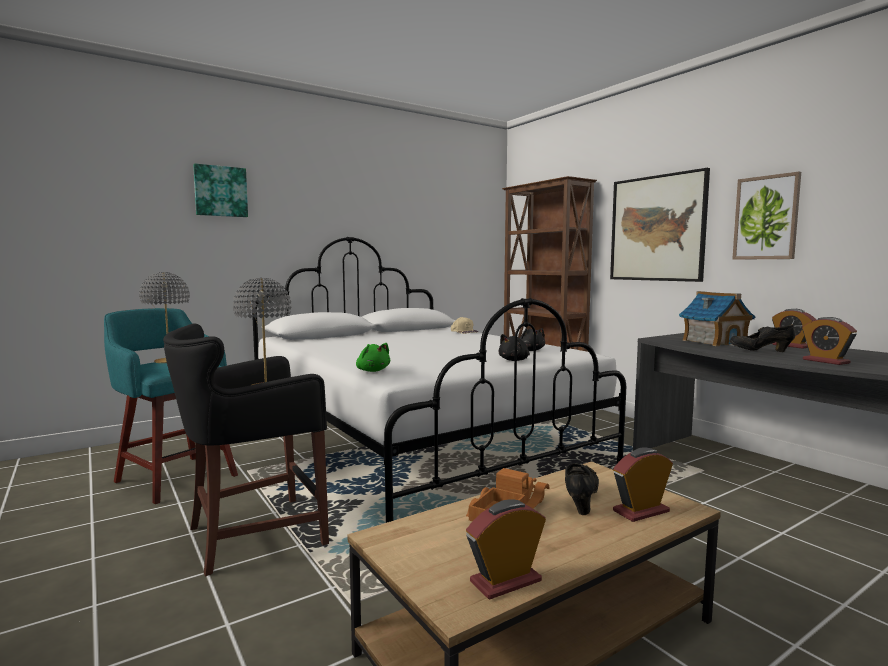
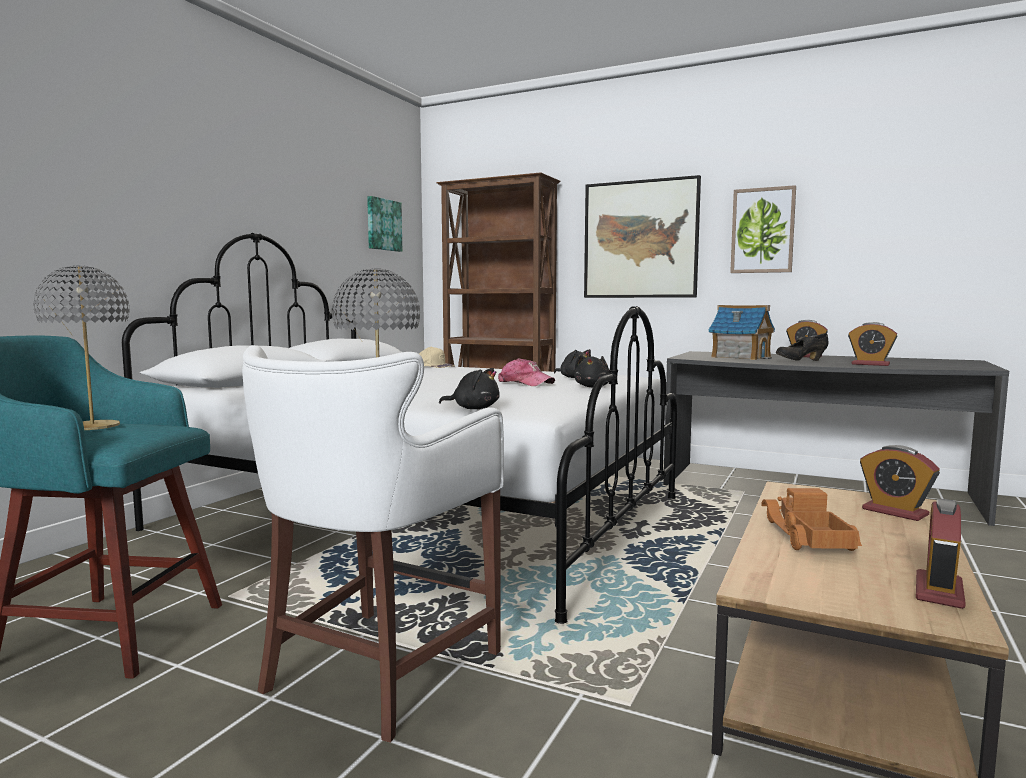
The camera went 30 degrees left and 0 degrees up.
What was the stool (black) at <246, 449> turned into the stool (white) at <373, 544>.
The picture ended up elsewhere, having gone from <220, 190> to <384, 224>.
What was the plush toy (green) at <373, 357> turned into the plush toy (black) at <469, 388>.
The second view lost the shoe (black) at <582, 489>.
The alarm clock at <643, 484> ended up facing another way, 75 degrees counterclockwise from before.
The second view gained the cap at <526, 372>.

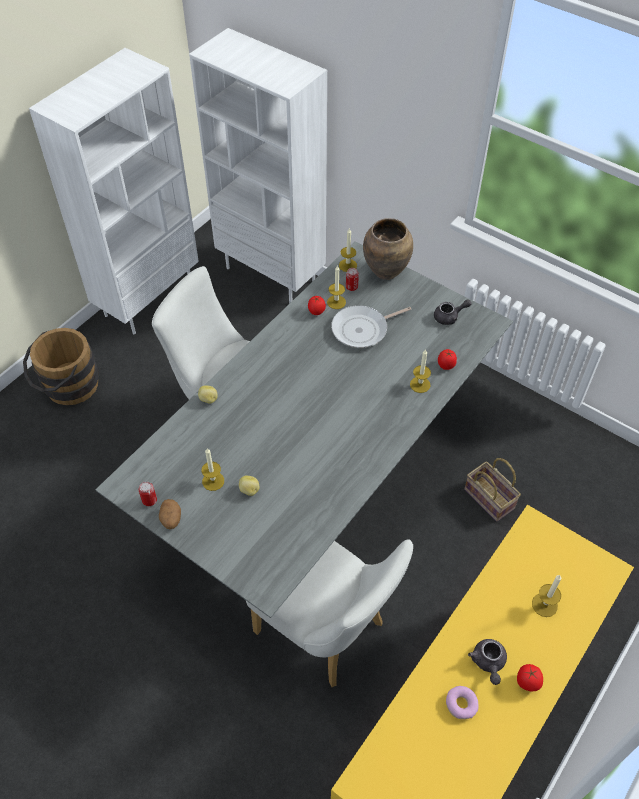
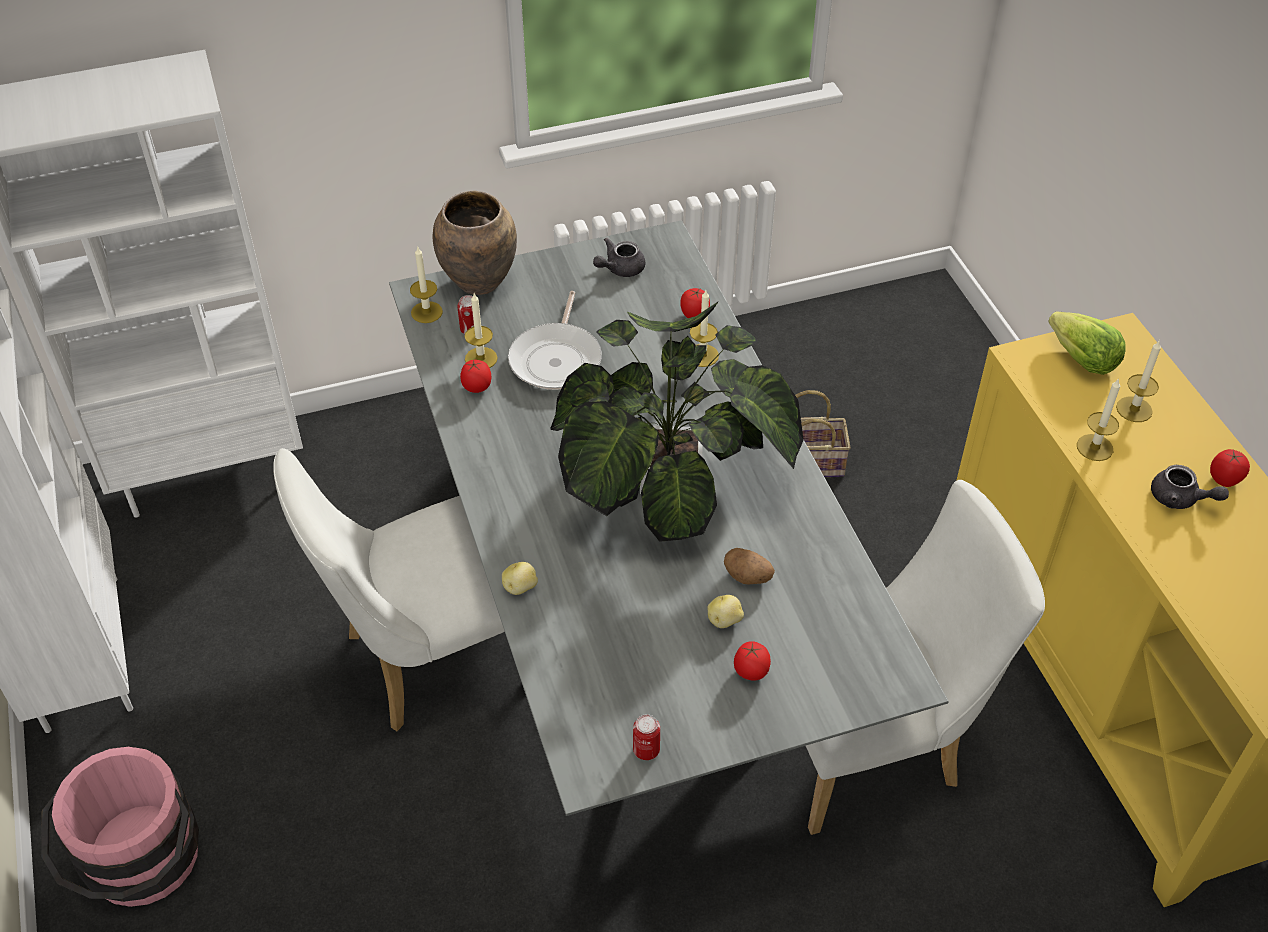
The camera went 55 degrees left and 5 degrees down.
What was the bucket (brown) at <61, 366> turned into the bucket (pink) at <120, 827>.
The potato ended up elsewhere, having gone from <170, 514> to <749, 566>.
The candle ended up elsewhere, having gone from <213, 469> to <1098, 419>.
The teapot (grey) at <453, 312> ended up facing another way, 150 degrees counterclockwise from before.
The second view lost the donut at <462, 702>.
The second view gained the potted plant at <677, 422>.
The second view gained the tomato at <752, 661>.
The second view gained the lettuce at <1087, 343>.

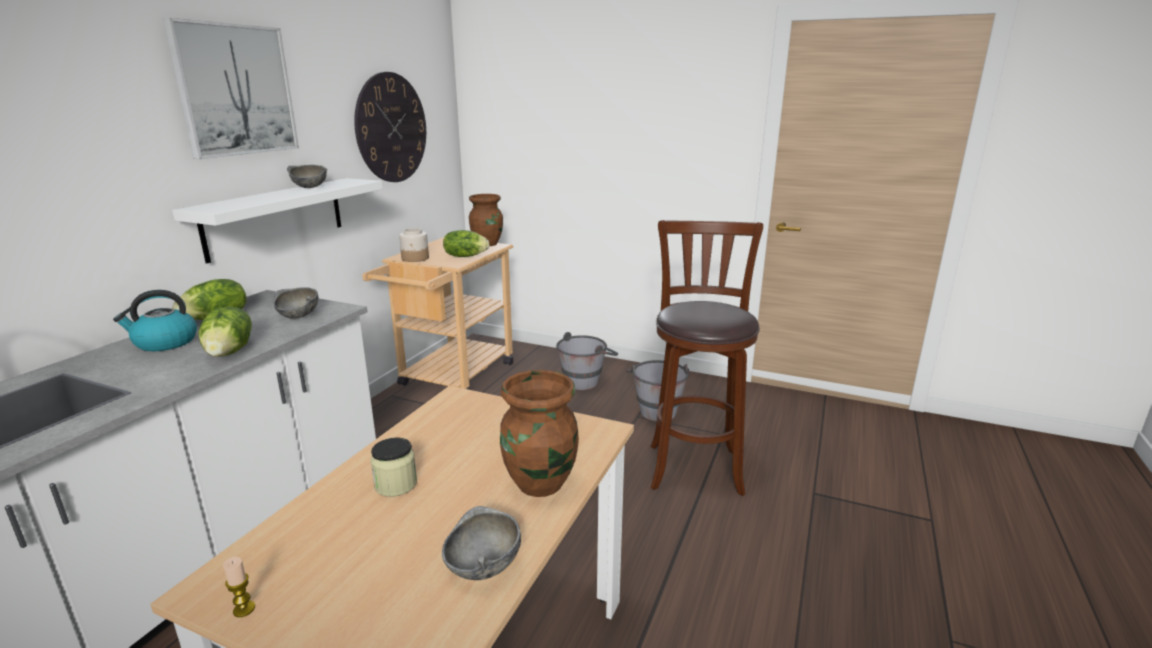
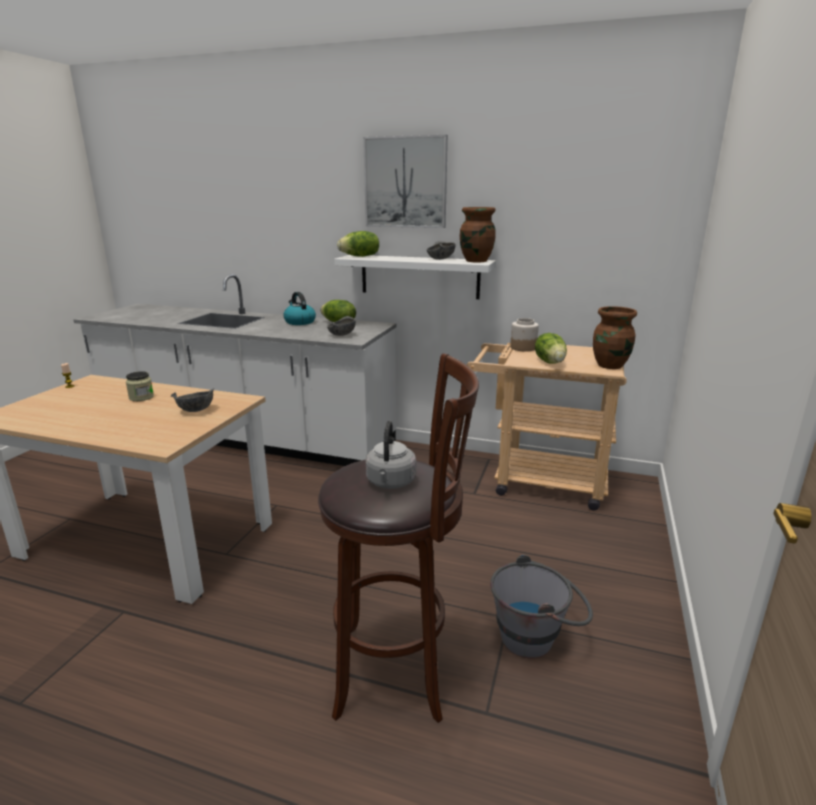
The camera went 85 degrees right and 0 degrees up.
The lettuce ended up elsewhere, having gone from <225, 332> to <358, 244>.
The second view lost the wall clock at <390, 127>.
The bowl (grey) ended up elsewhere, having gone from <481, 543> to <192, 400>.
The vase (brown) ended up elsewhere, having gone from <539, 433> to <478, 234>.
The second view lost the bucket (grey) at <587, 361>.
The second view gained the kettle (grey) at <391, 455>.

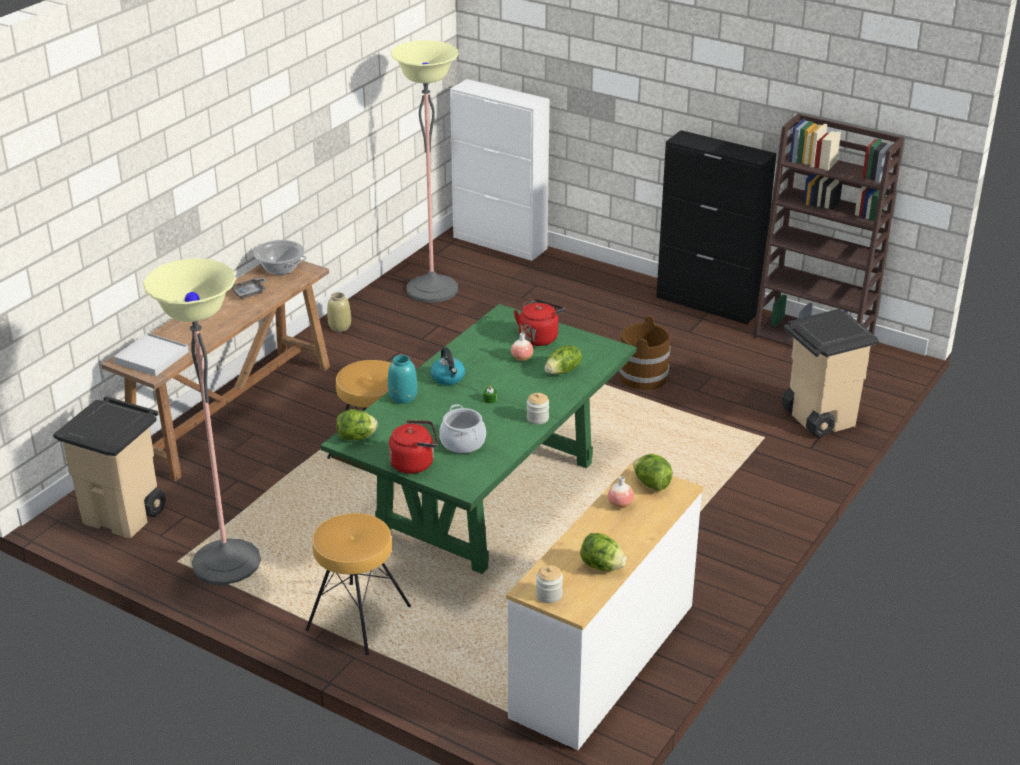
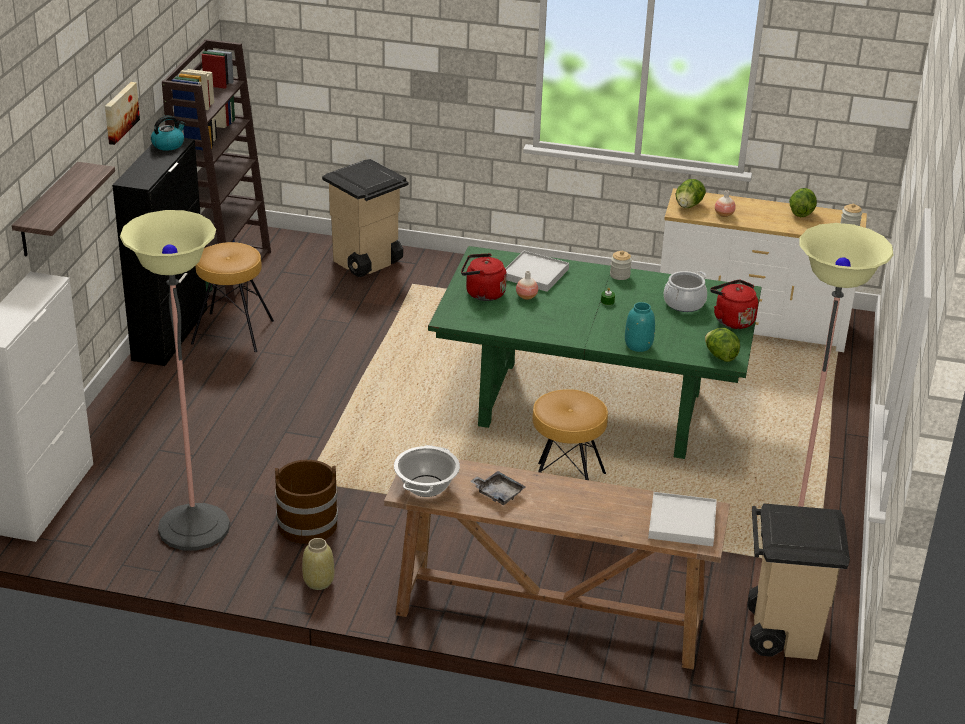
The camera went 110 degrees left and 0 degrees up.
The stool (brown) ended up elsewhere, having gone from <358, 584> to <232, 297>.
The kettle ended up elsewhere, having gone from <447, 366> to <168, 133>.
Where the lettuce stood at <563, 359>, the tray (white) came to stand at <537, 271>.
The bucket (brown) ended up elsewhere, having gone from <644, 352> to <306, 502>.
The second view gained the shelf at <63, 209>.
The second view gained the picture at <122, 113>.

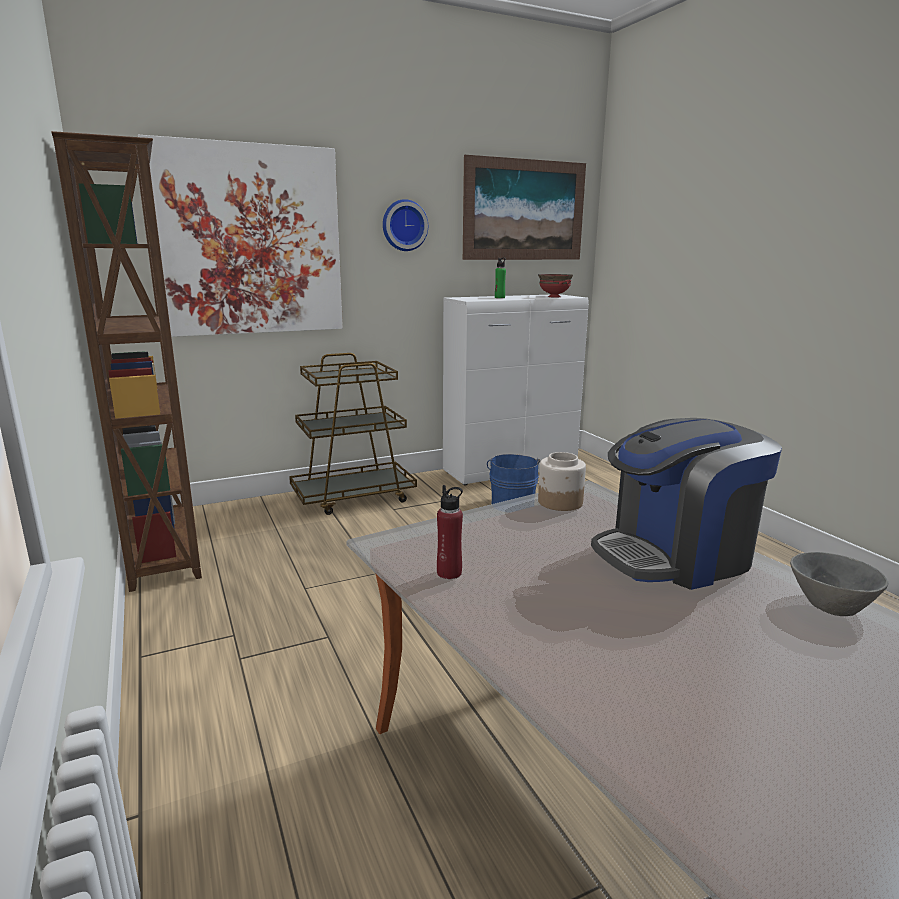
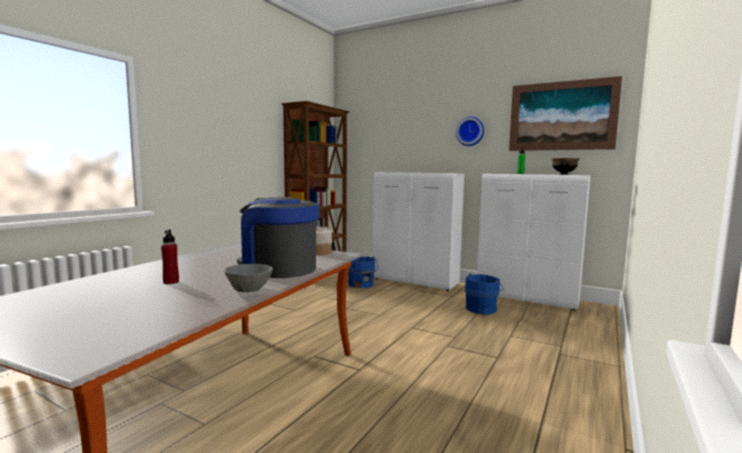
The camera went 55 degrees right and 10 degrees down.
The second view lost the picture at <240, 236>.
Where the cart (brown) stood at <353, 434>, the cabinet (white) came to stand at <418, 231>.
The bottle (red) ended up elsewhere, having gone from <450, 532> to <170, 256>.
What was the bowl (red) at <555, 286> turned into the bowl (black) at <565, 166>.
The second view gained the bucket (blue) at <363, 272>.

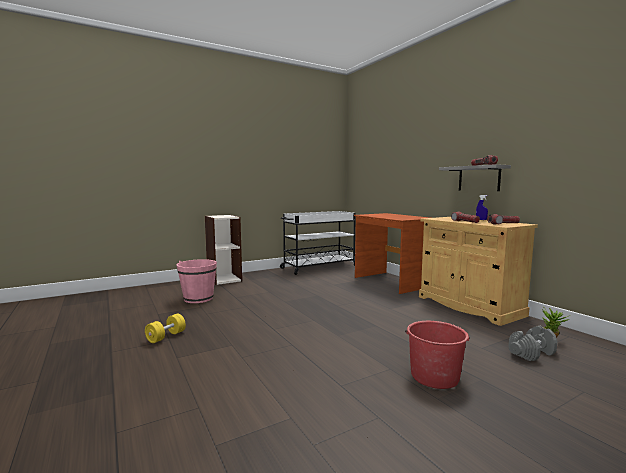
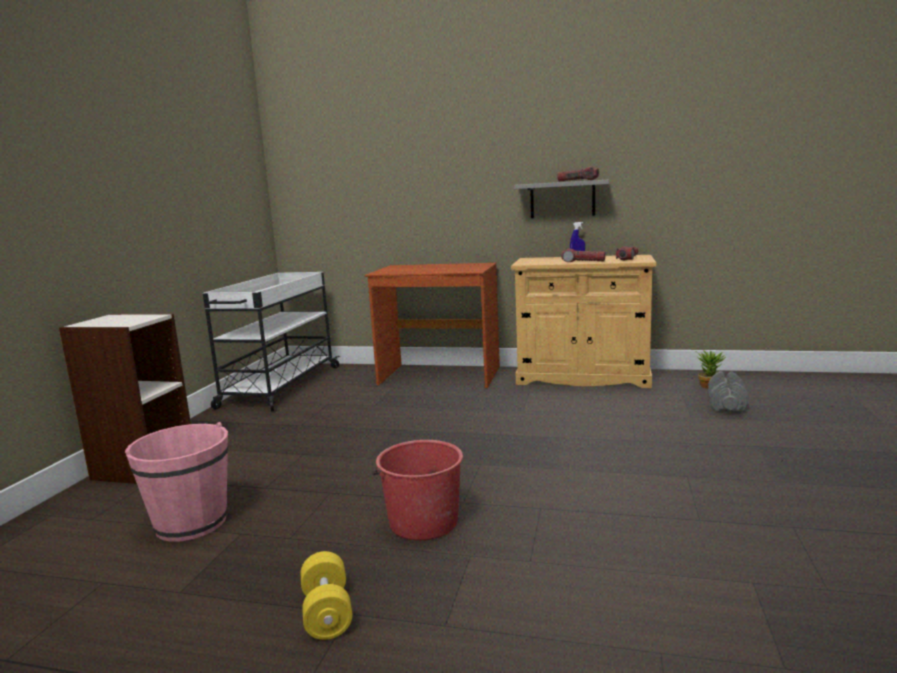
The camera went 45 degrees left and 5 degrees up.
The bucket (red) ended up elsewhere, having gone from <437, 355> to <417, 490>.

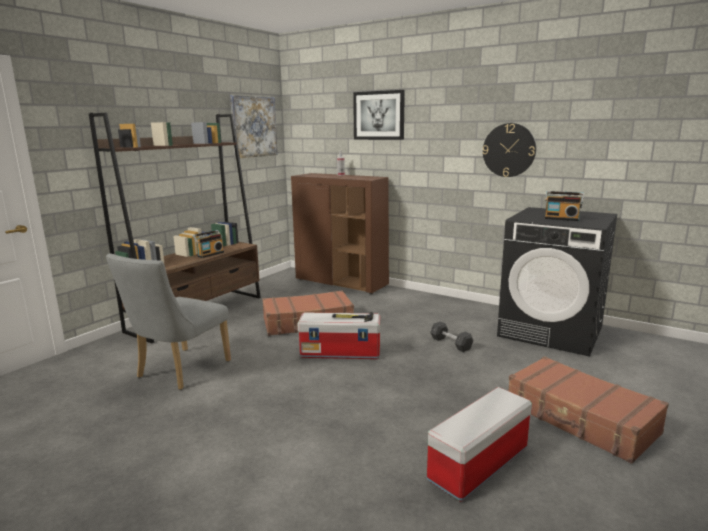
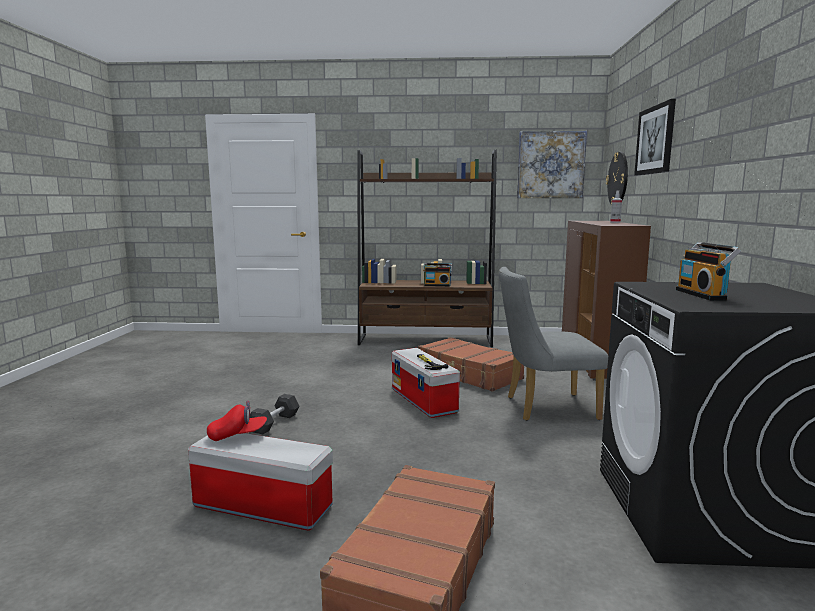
The camera went 60 degrees right and 5 degrees down.
The chair (grey) ended up elsewhere, having gone from <168, 321> to <553, 344>.
The dumbbell (grey) ended up elsewhere, having gone from <452, 336> to <274, 414>.
The wall clock ended up elsewhere, having gone from <509, 150> to <617, 179>.
The second view gained the cap (red) at <237, 421>.

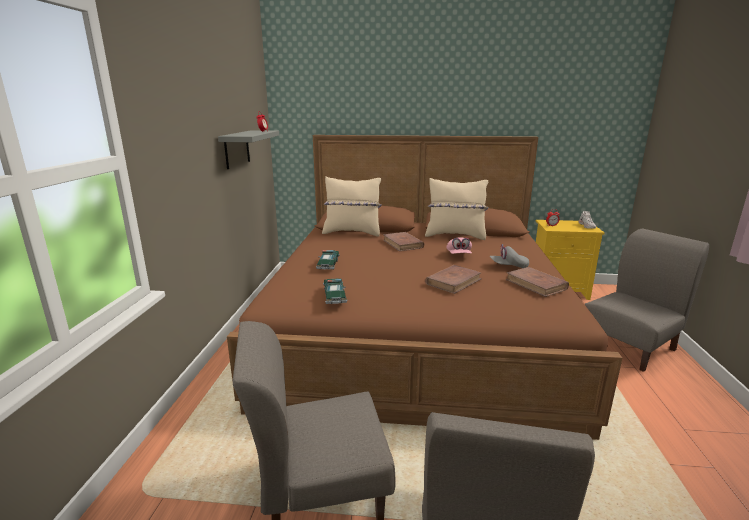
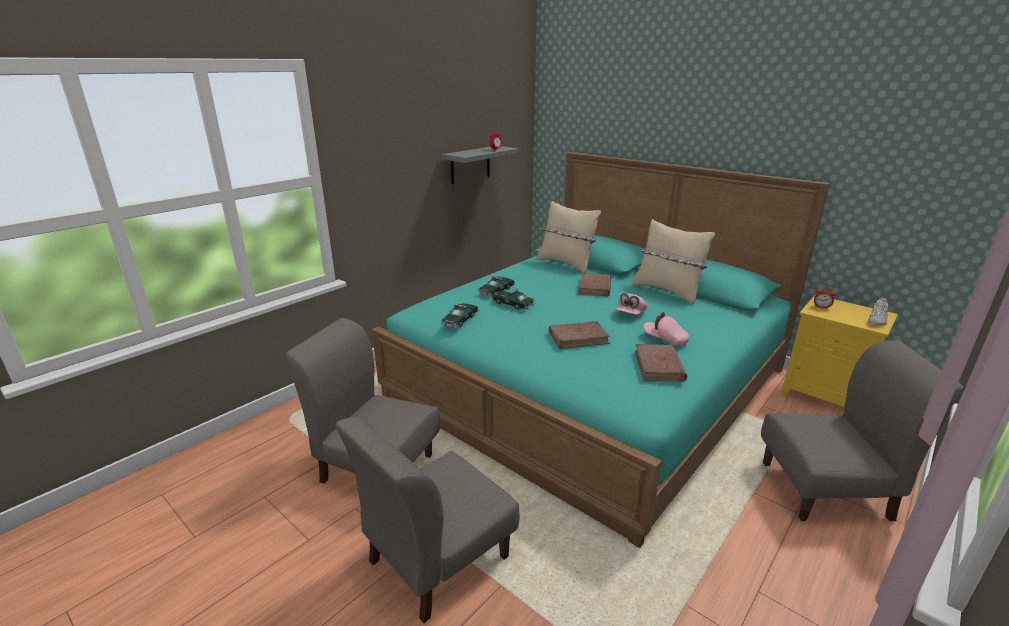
The camera went 35 degrees right and 5 degrees up.
What was the bed (brown) at <424, 287> turned into the bed (turquoise) at <601, 350>.
What was the cap (grey) at <509, 256> turned into the cap (pink) at <666, 329>.
The second view gained the toy car at <513, 299>.

